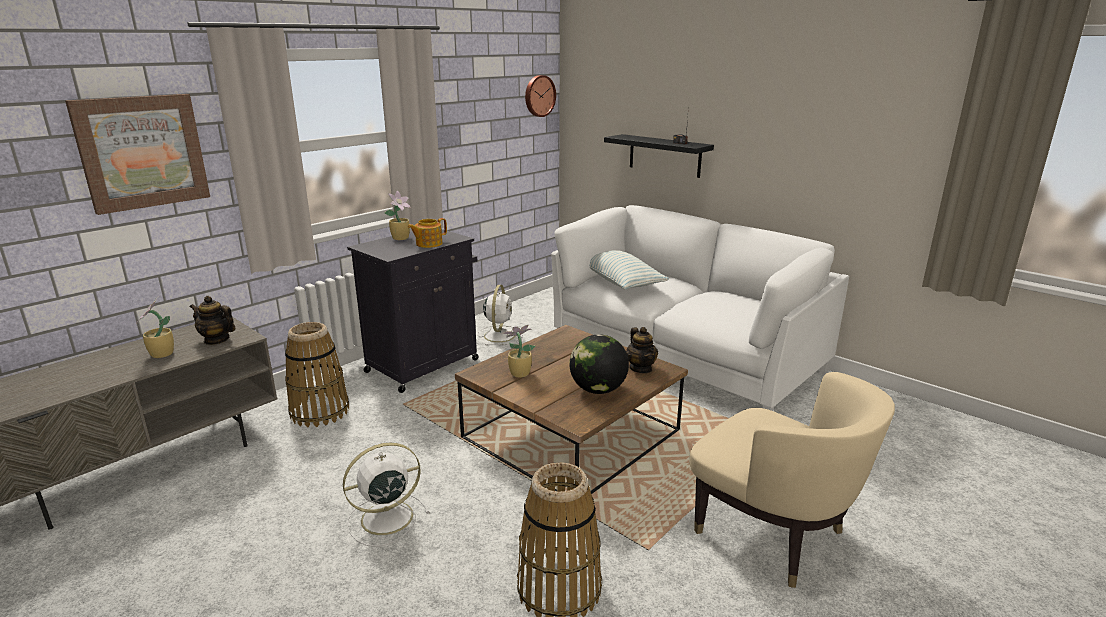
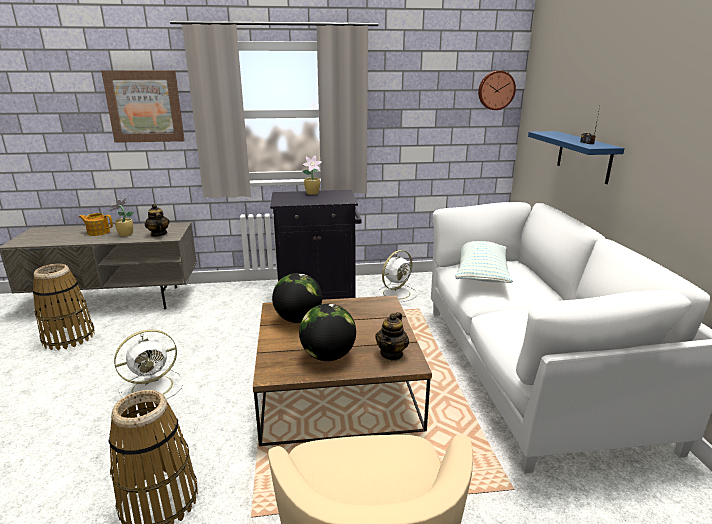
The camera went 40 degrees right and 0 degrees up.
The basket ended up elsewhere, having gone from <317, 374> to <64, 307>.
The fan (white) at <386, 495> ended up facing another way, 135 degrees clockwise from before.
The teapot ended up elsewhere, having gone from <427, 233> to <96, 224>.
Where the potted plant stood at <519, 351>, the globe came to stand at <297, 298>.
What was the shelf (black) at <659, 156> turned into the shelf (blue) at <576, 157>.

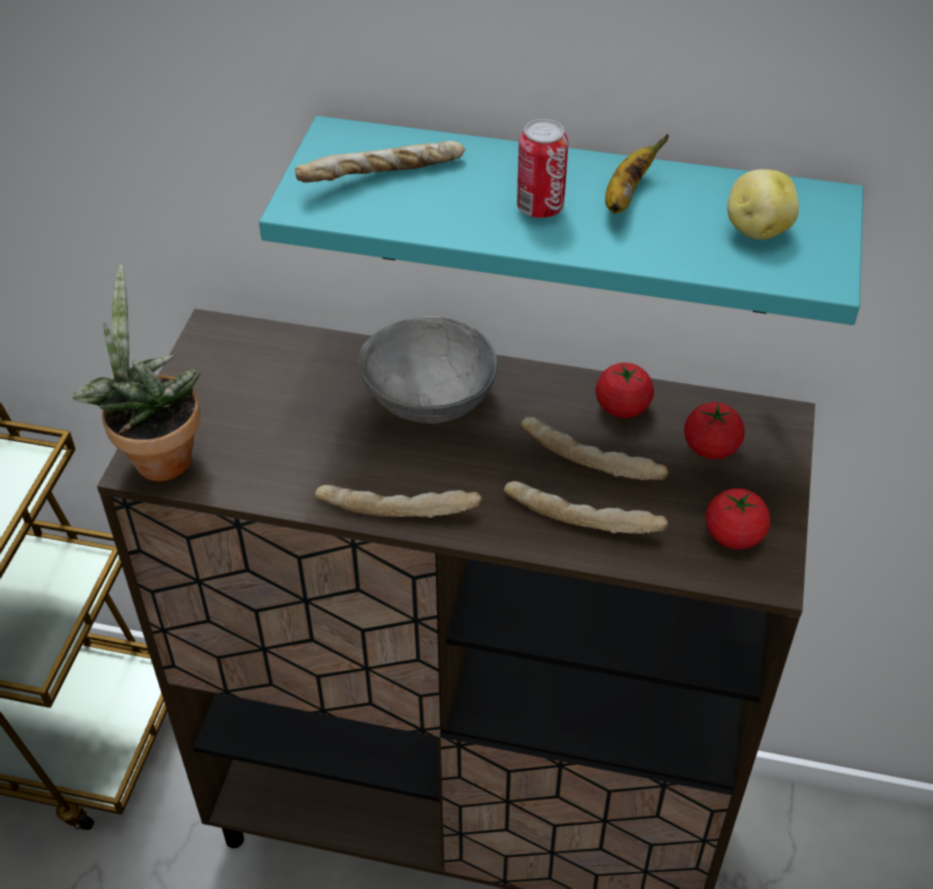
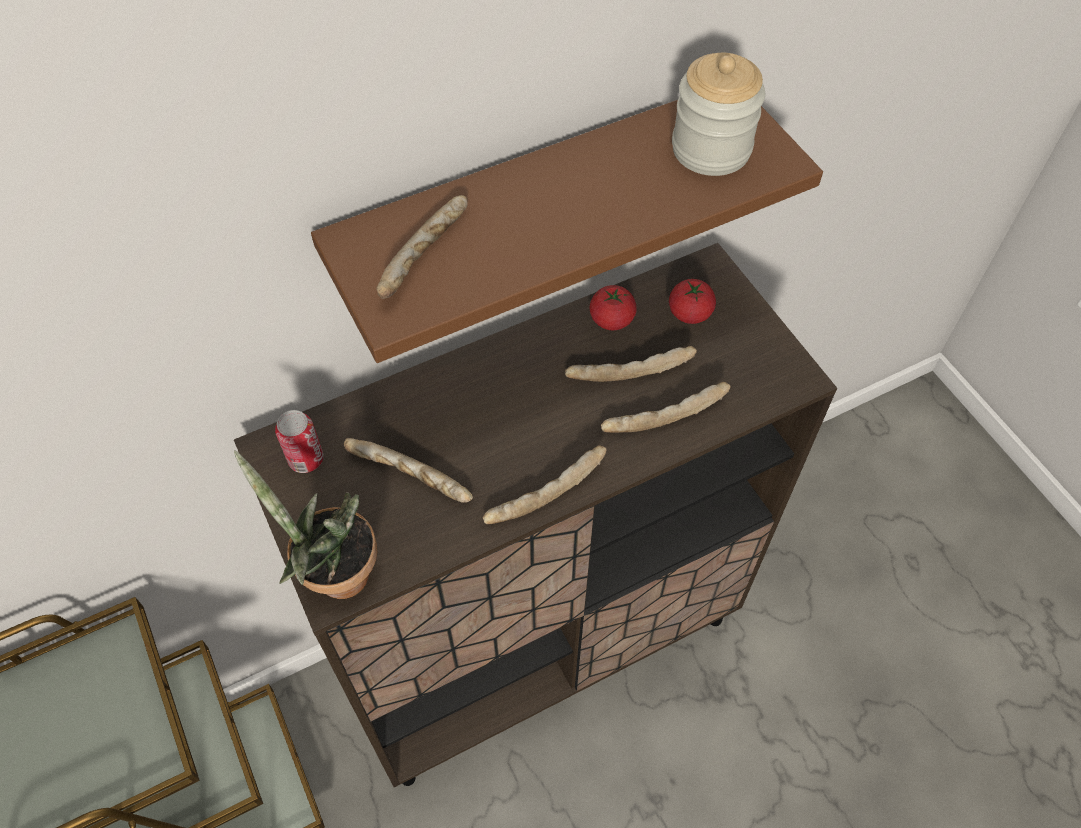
The camera went 40 degrees left and 10 degrees up.
What was the shelf (turquoise) at <561, 220> turned into the shelf (brown) at <567, 231>.
The second view lost the bowl (grey) at <427, 369>.
The can ended up elsewhere, having gone from <542, 168> to <299, 441>.
The second view lost the banana at <637, 174>.
The second view lost the tomato at <738, 518>.
Where the potato stood at <763, 204>, the jar came to stand at <718, 114>.
The second view gained the bread at <408, 470>.

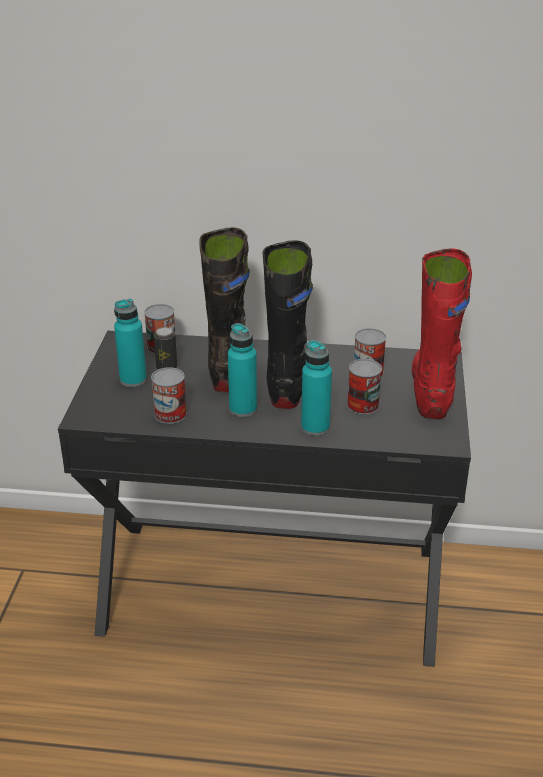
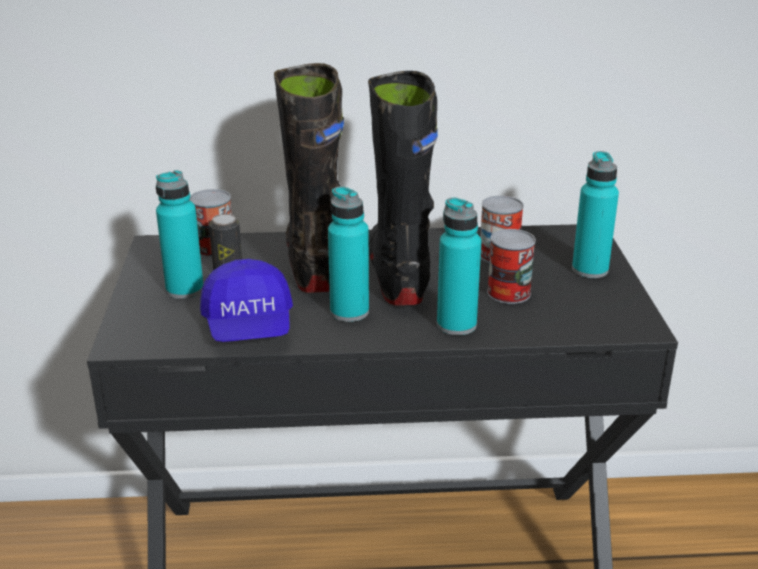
The camera went 10 degrees left and 5 degrees down.
Where the can stood at <169, 395>, the cap (blue) came to stand at <246, 300>.
Where the boot (red) stood at <442, 333>, the bottle (turquoise) came to stand at <595, 214>.

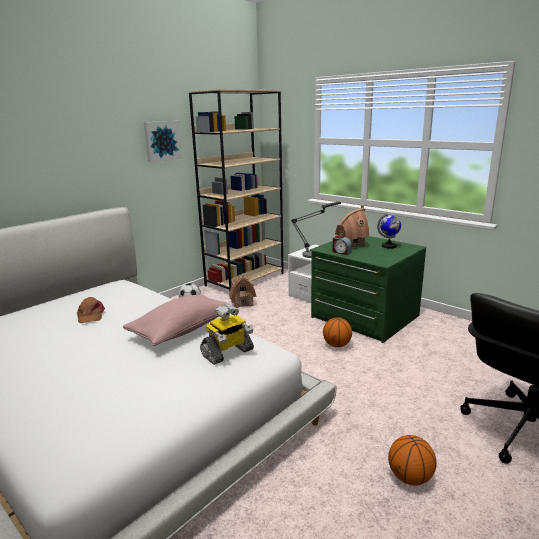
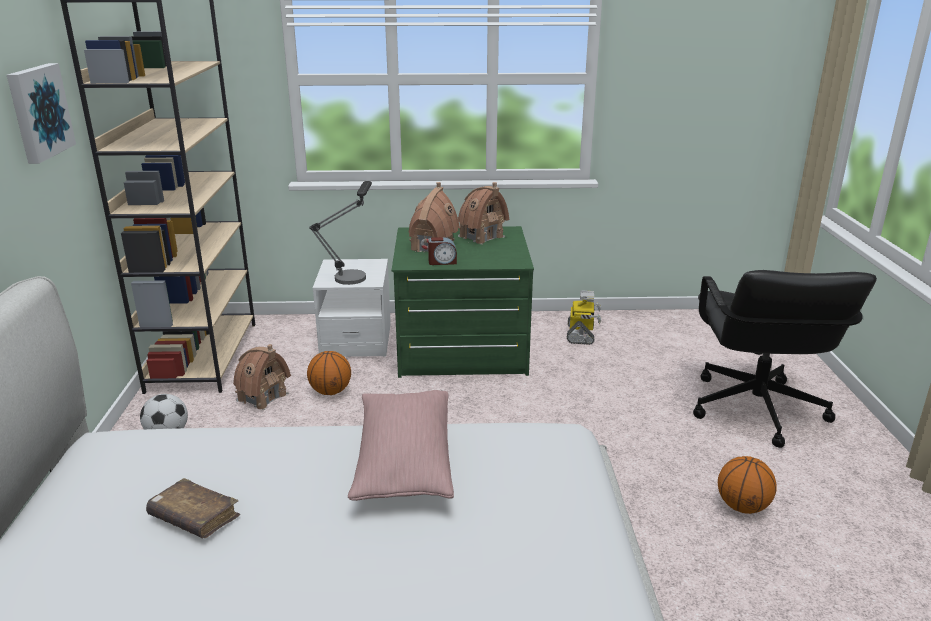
The camera went 45 degrees left and 5 degrees up.
Where the cap (brown) stood at <91, 310>, the book (brown) came to stand at <193, 508>.
The toy robot ended up elsewhere, having gone from <227, 334> to <584, 317>.
The basketball ended up elsewhere, having gone from <337, 332> to <329, 373>.
Where the globe stood at <389, 231>, the toy house came to stand at <483, 213>.

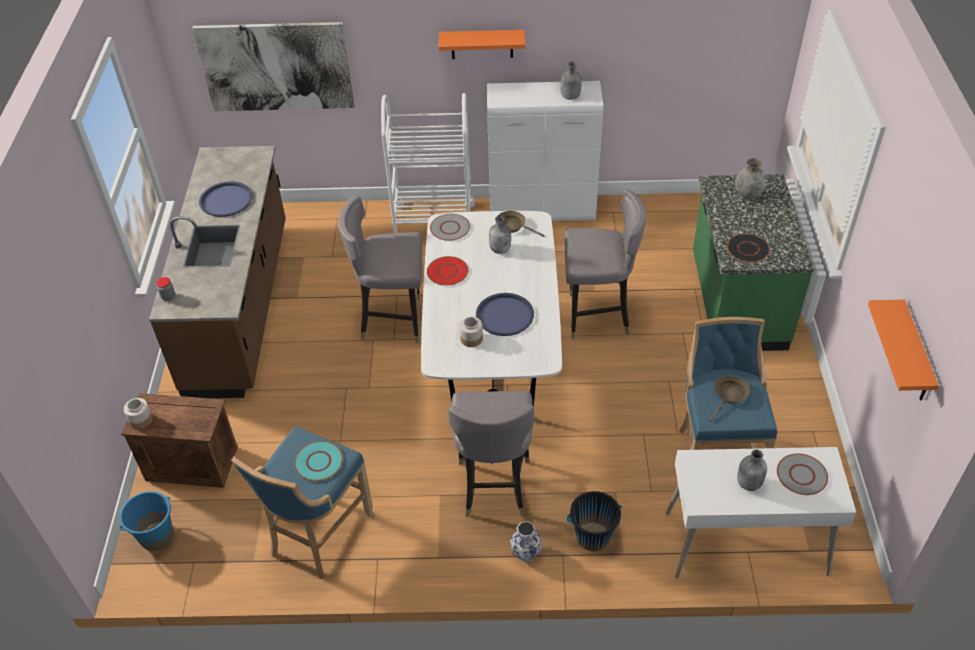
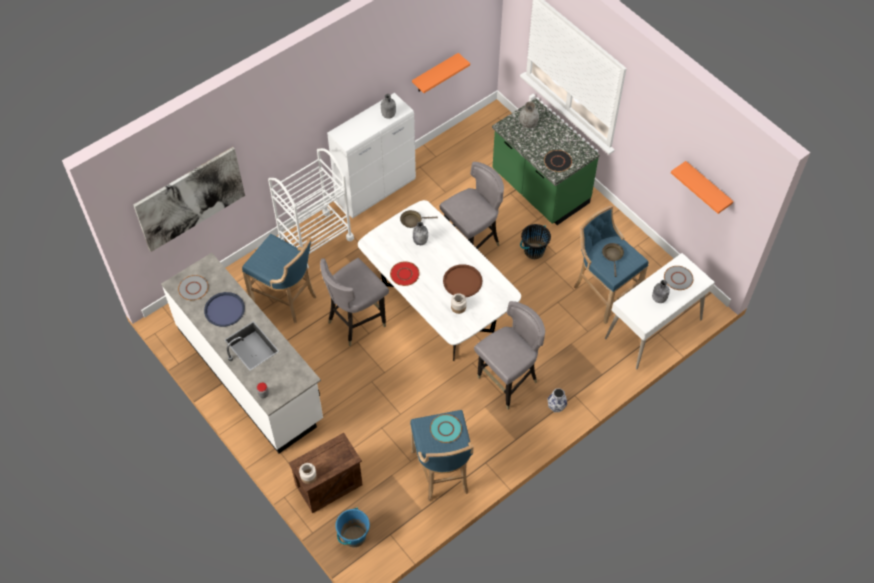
The camera went 40 degrees left and 10 degrees up.
What was the counter (brown) at <217, 272> turned into the counter (white) at <242, 353>.
The plate (grey) ended up elsewhere, having gone from <450, 227> to <193, 287>.
The shelf (orange) ended up elsewhere, having gone from <481, 44> to <441, 73>.
The chair (grey) at <492, 454> ended up facing another way, 90 degrees counterclockwise from before.
What was the tray (blue) at <505, 314> turned into the tray (brown) at <462, 280>.
The bucket (black) ended up elsewhere, having gone from <594, 521> to <535, 241>.
The second view gained the stool (blue) at <279, 278>.

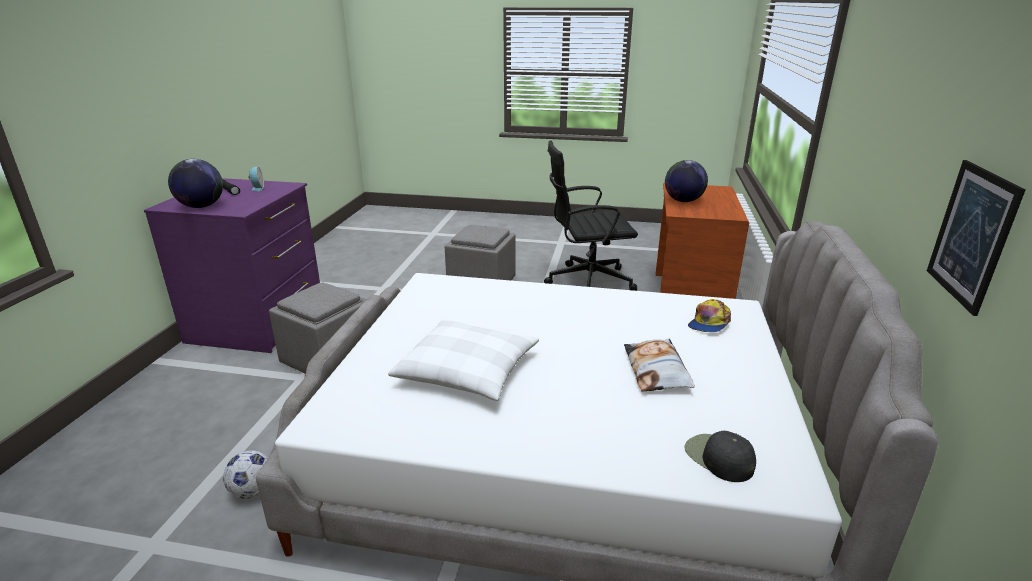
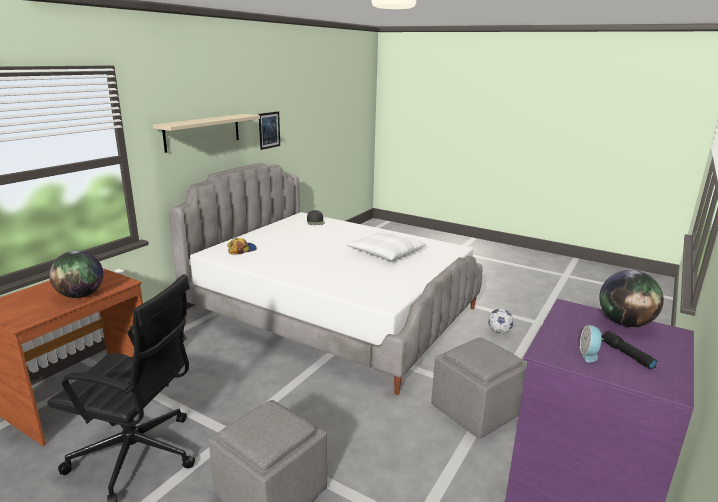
The camera went 160 degrees left and 5 degrees down.
The second view lost the pillow at <659, 365>.
The second view gained the shelf (beige) at <206, 133>.

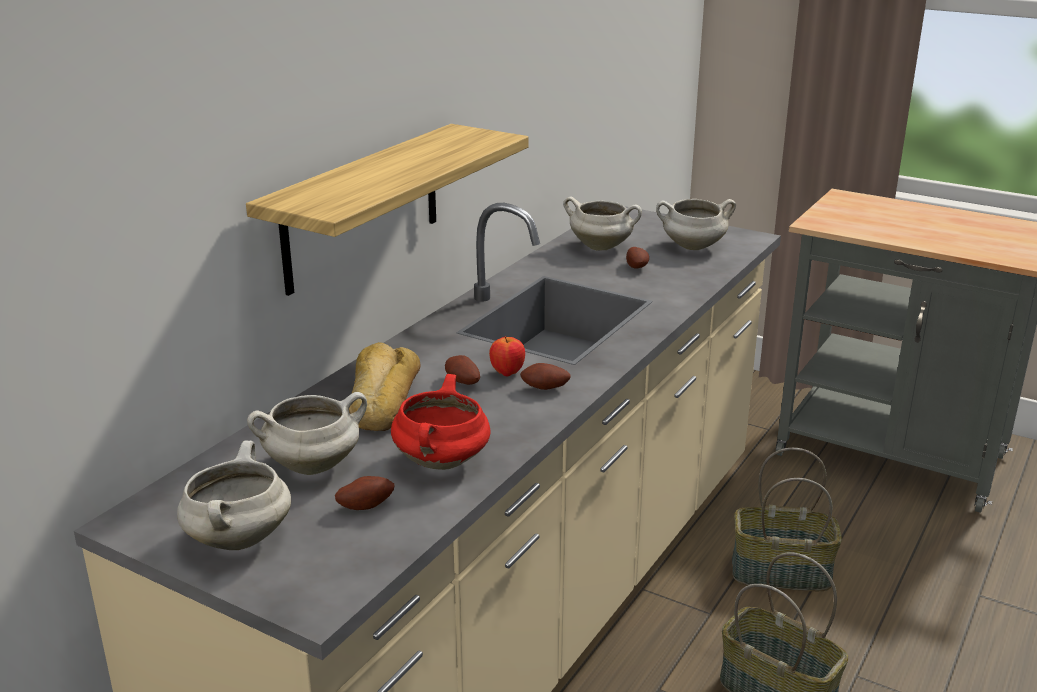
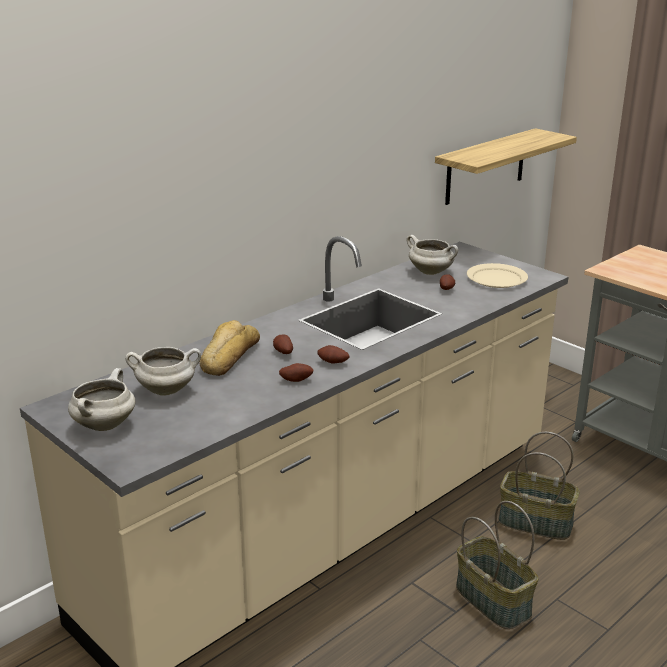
The camera went 15 degrees right and 0 degrees up.
The shelf ended up elsewhere, having gone from <387, 210> to <506, 166>.
The potato ended up elsewhere, having gone from <364, 493> to <296, 372>.
The second view lost the cooking pot (red) at <441, 422>.
The second view lost the apple at <507, 356>.
Where the cooking pot (white) stood at <696, 224>, the plate (beige) came to stand at <497, 275>.

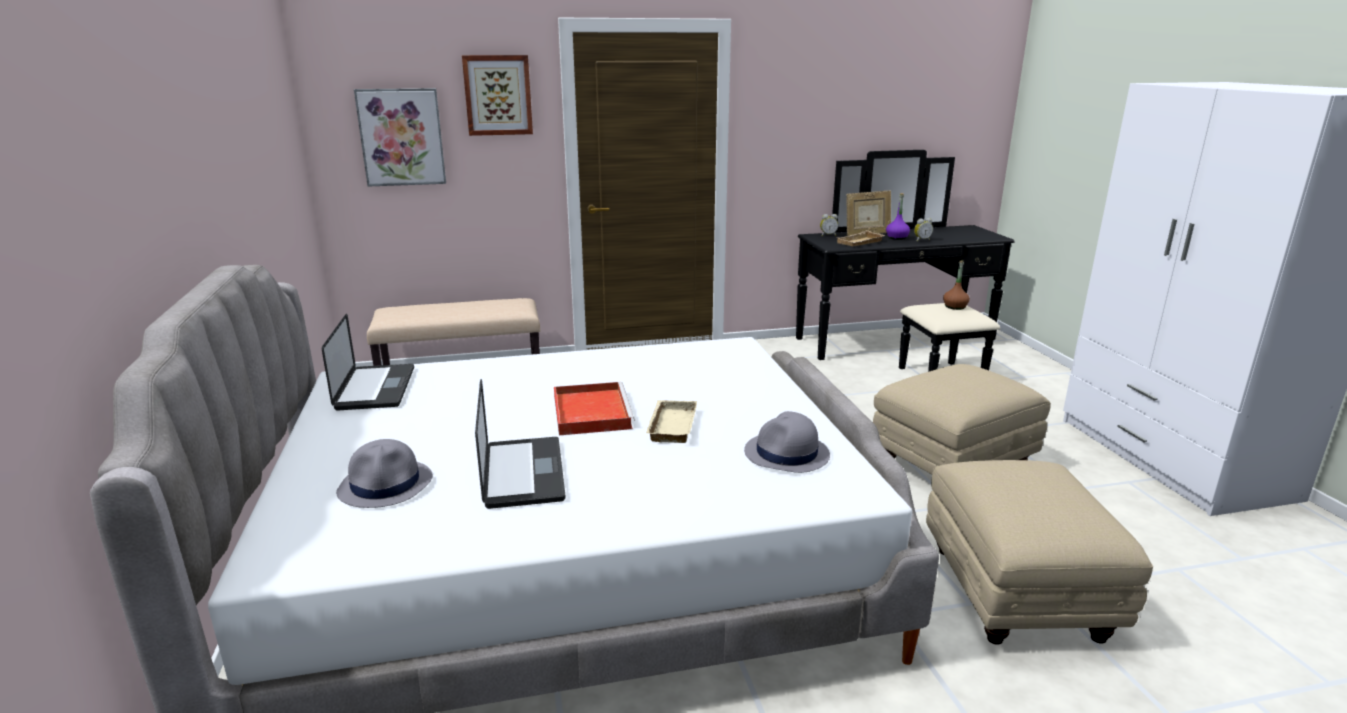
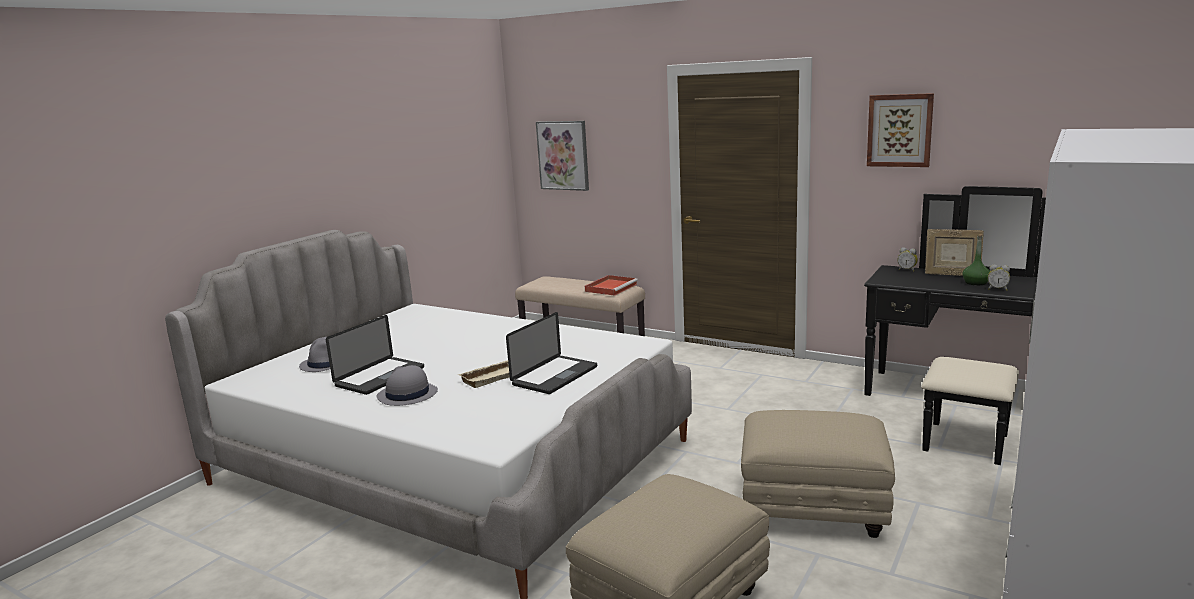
The camera went 45 degrees right and 5 degrees down.
The laptop ended up elsewhere, having gone from <368, 361> to <551, 353>.
The picture ended up elsewhere, having gone from <497, 95> to <900, 130>.
The tray (red) ended up elsewhere, having gone from <594, 408> to <611, 285>.
The hat (grey) ended up elsewhere, having gone from <787, 442> to <407, 385>.
The second view lost the tray (beige) at <861, 238>.
What was the bottle (purple) at <898, 216> turned into the bottle (green) at <976, 259>.
The second view lost the bottle (brown) at <956, 285>.

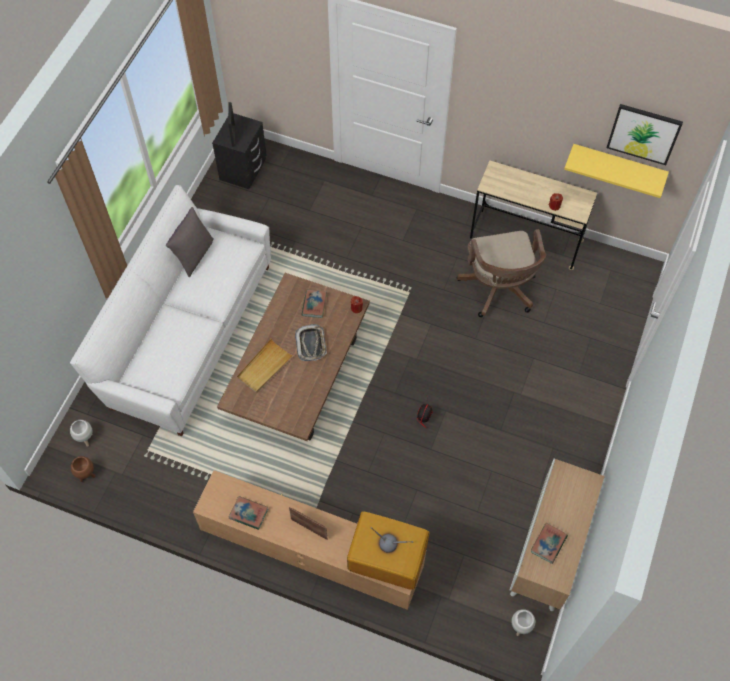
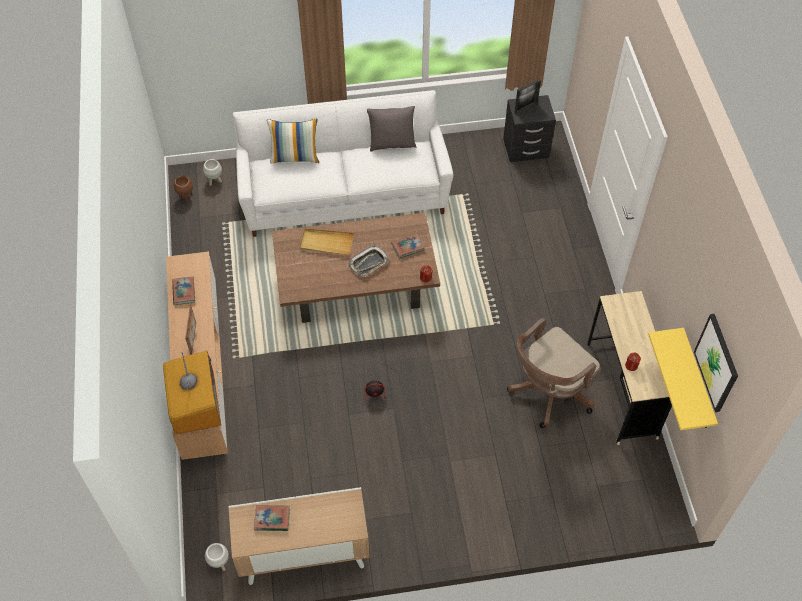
The camera went 60 degrees right and 5 degrees down.
The second view gained the pillow at <292, 141>.

